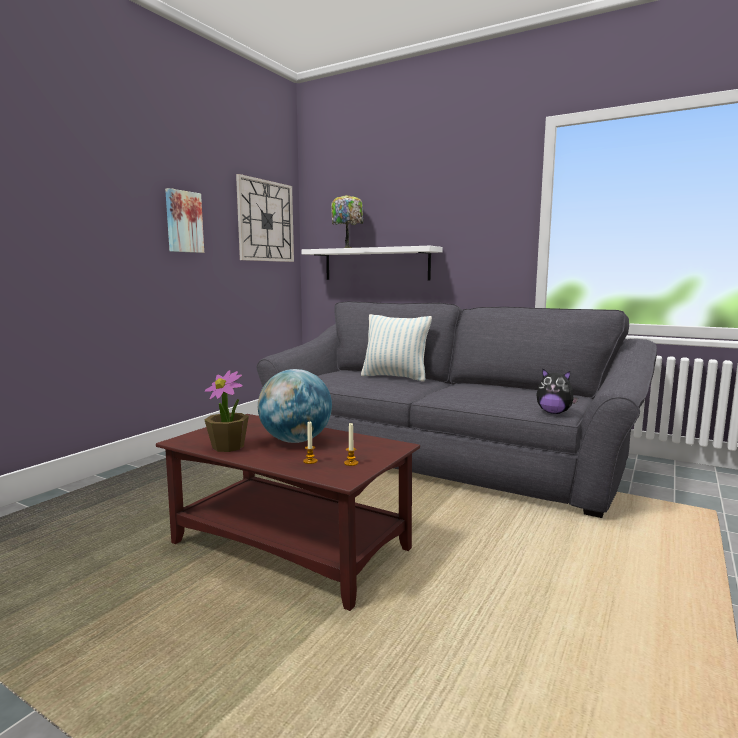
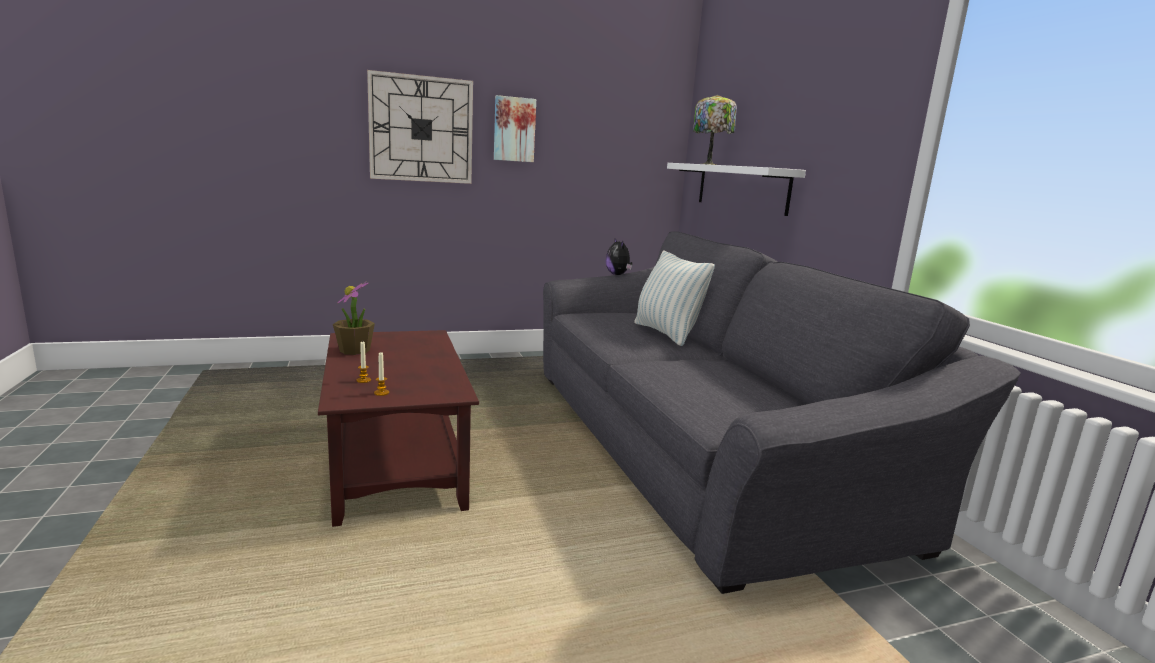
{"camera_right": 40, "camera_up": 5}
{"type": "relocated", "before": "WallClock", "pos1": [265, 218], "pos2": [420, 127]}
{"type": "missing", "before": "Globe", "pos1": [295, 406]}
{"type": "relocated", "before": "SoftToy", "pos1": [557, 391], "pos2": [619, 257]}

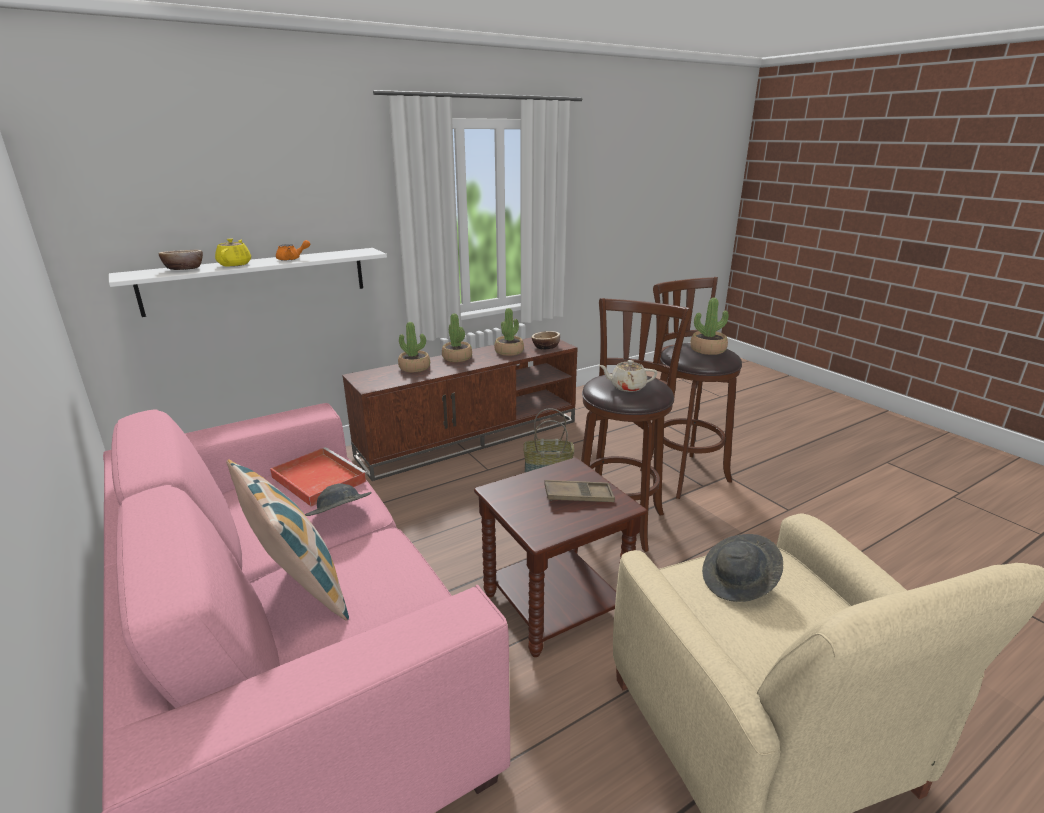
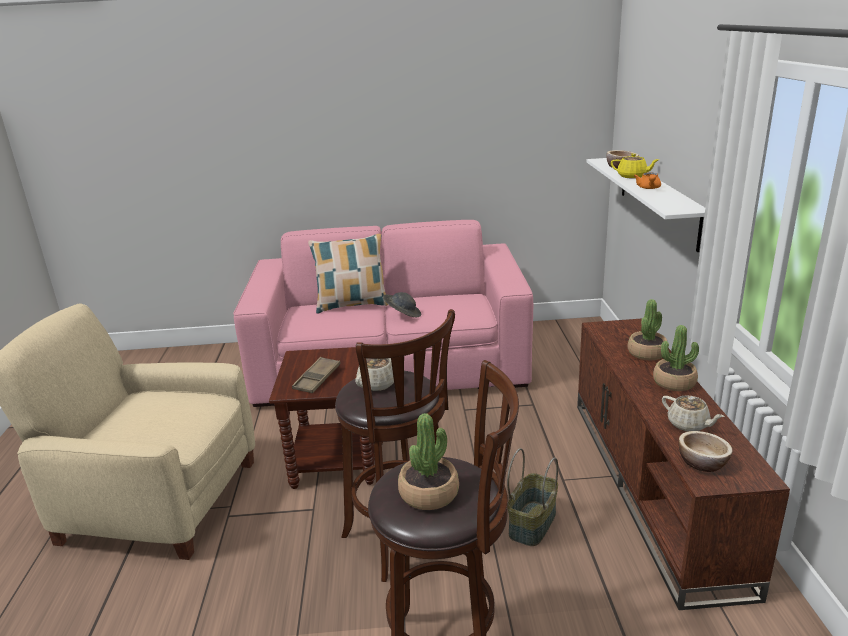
{"camera_right": 120, "camera_up": 0}
{"type": "exchanged", "before": "Houseplant", "after": "BeigeColouredTeapot", "pos1": [509, 332], "pos2": [693, 413]}
{"type": "missing", "before": "RedCarryingTray", "pos1": [319, 477]}
{"type": "missing", "before": "GreyishHat", "pos1": [742, 568]}

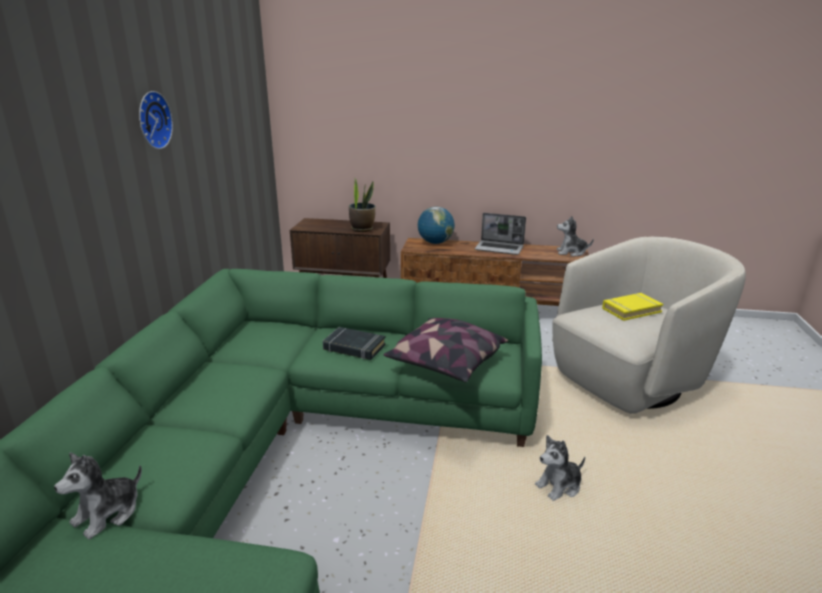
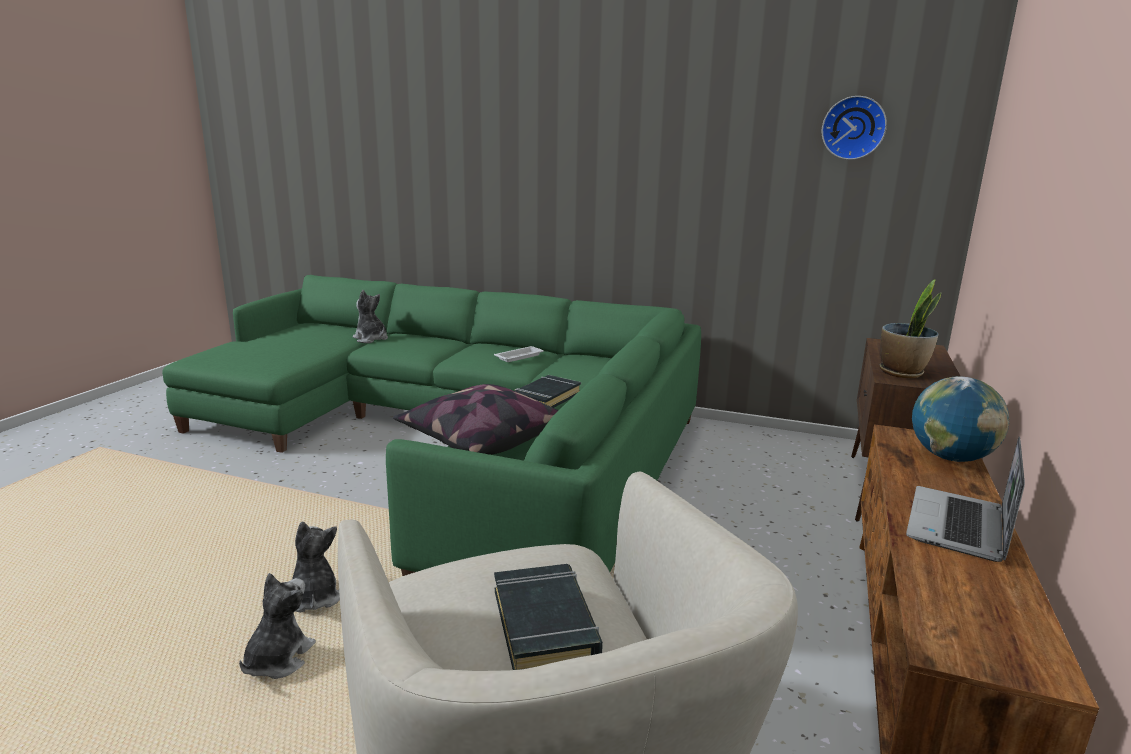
{"camera_right": 100, "camera_up": -5}
{"type": "relocated", "before": "WallClock", "pos1": [156, 120], "pos2": [854, 128]}
{"type": "relocated", "before": "SoftToy", "pos1": [575, 236], "pos2": [277, 626]}
{"type": "colour", "before": "YellowishBoundBook", "after": "BlackColouredBoundBook", "pos1": [632, 307], "pos2": [548, 617]}
{"type": "appeared", "after": "WhitishCarryingTray", "pos2": [519, 354]}

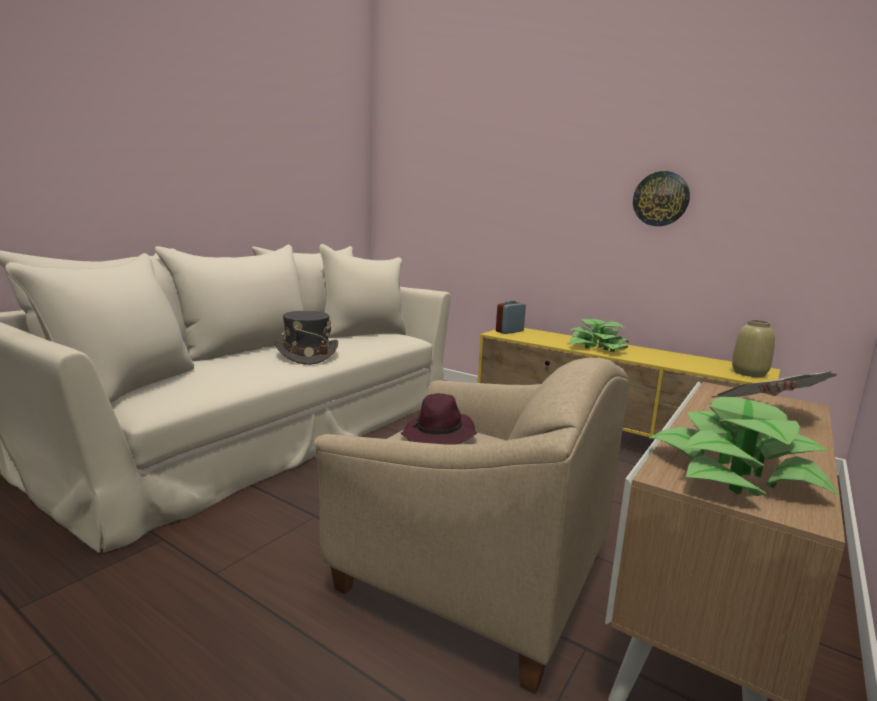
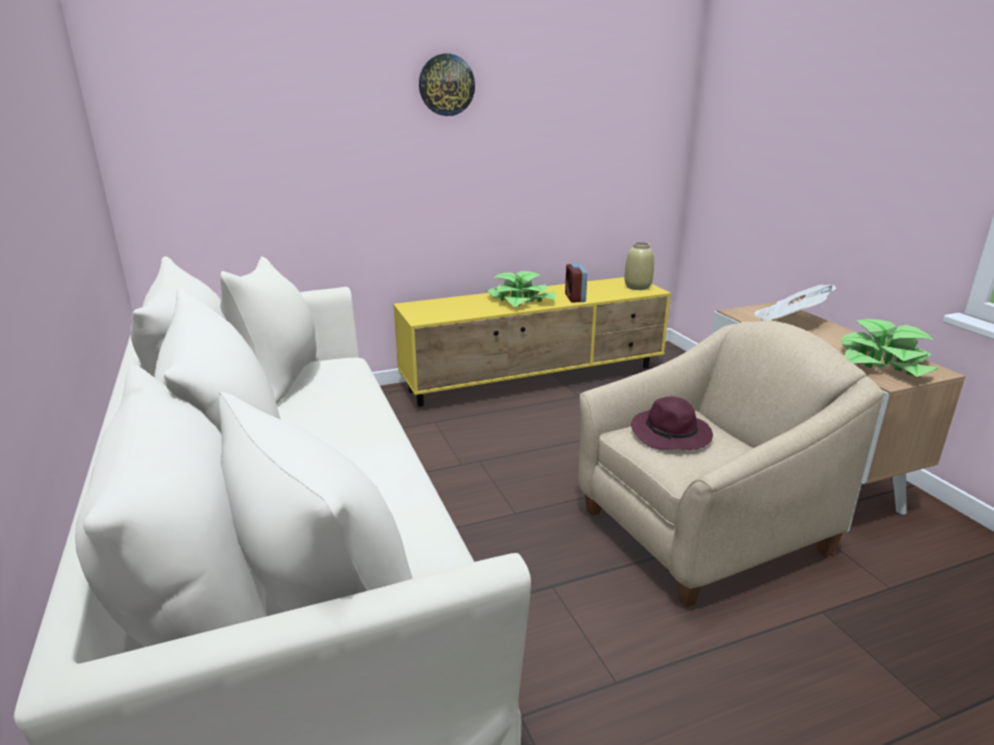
{"camera_right": -55, "camera_up": 10}
{"type": "relocated", "before": "WallClock", "pos1": [661, 198], "pos2": [447, 85]}
{"type": "relocated", "before": "TableClock", "pos1": [511, 317], "pos2": [576, 283]}
{"type": "missing", "before": "GreyishHat", "pos1": [306, 338]}

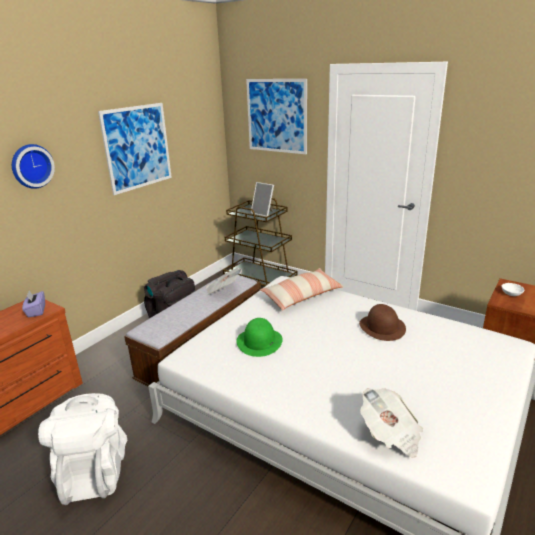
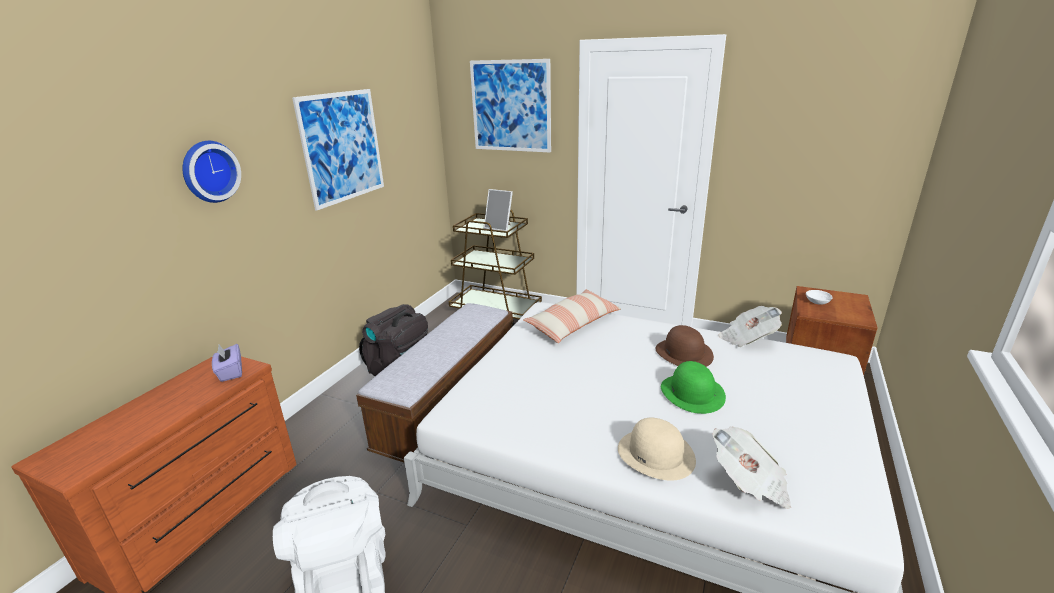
{"camera_right": -10, "camera_up": 0}
{"type": "relocated", "before": "Newspaper", "pos1": [224, 281], "pos2": [750, 326]}
{"type": "relocated", "before": "GreenishHat", "pos1": [259, 337], "pos2": [693, 387]}
{"type": "appeared", "after": "BeigeColouredHat", "pos2": [657, 449]}

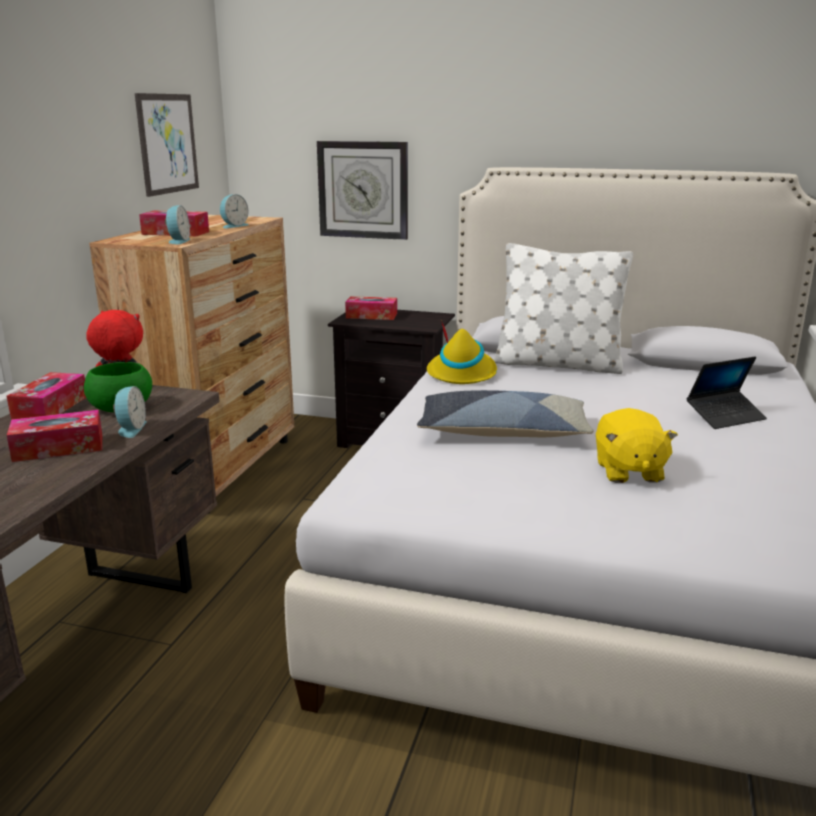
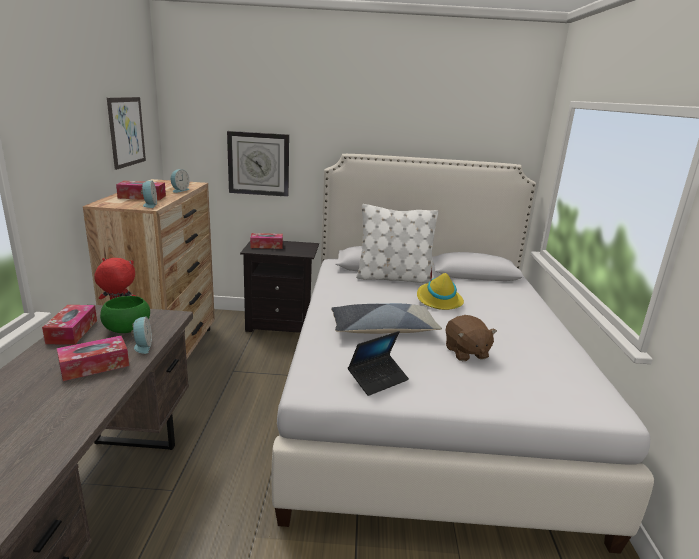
{"camera_right": -15, "camera_up": 0}
{"type": "relocated", "before": "YellowishHat", "pos1": [462, 352], "pos2": [440, 289]}
{"type": "relocated", "before": "PortableComputer", "pos1": [726, 392], "pos2": [378, 363]}
{"type": "colour", "before": "YellowishSoftToy", "after": "BrownColouredSoftToy", "pos1": [637, 445], "pos2": [471, 338]}

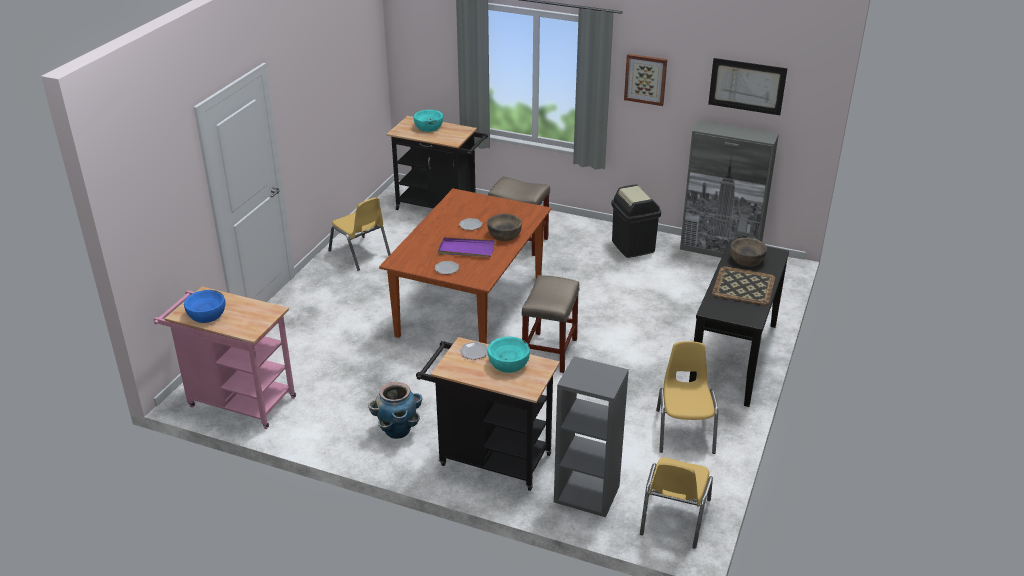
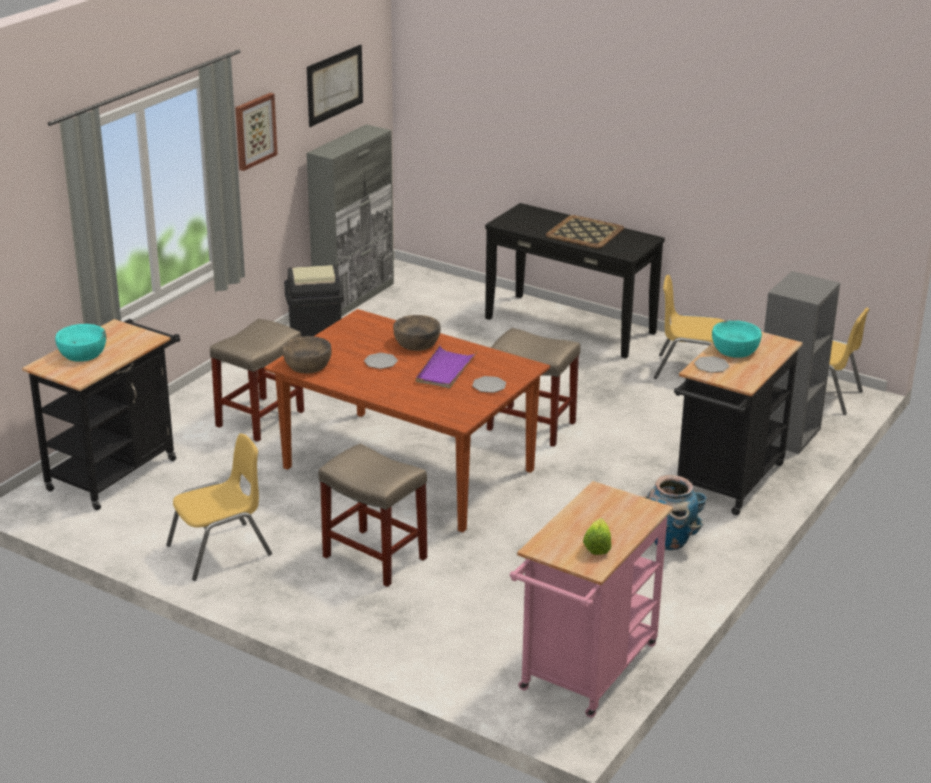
{"camera_right": -80, "camera_up": -5}
{"type": "relocated", "before": "BrownColouredBowl", "pos1": [748, 252], "pos2": [307, 355]}
{"type": "exchanged", "before": "BluishBowl", "after": "Lettuce", "pos1": [205, 306], "pos2": [597, 536]}
{"type": "appeared", "after": "BeigeColouredSittingStool", "pos2": [373, 515]}

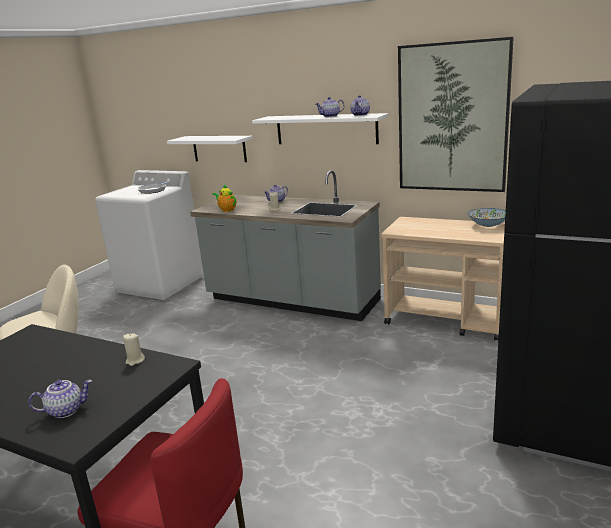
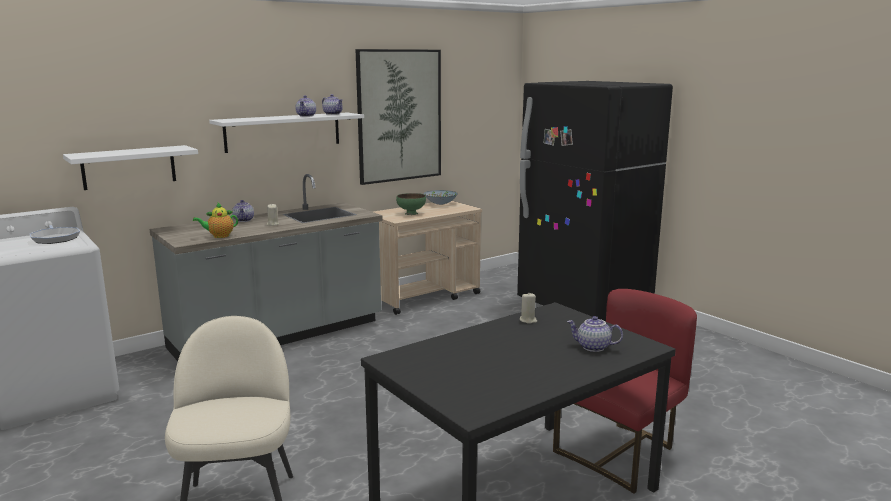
{"camera_right": -65, "camera_up": -5}
{"type": "spun", "before": "Teapot", "pos1": [60, 399], "pos2": [595, 334], "turn": -75}
{"type": "appeared", "after": "GreenishBowl", "pos2": [411, 204]}

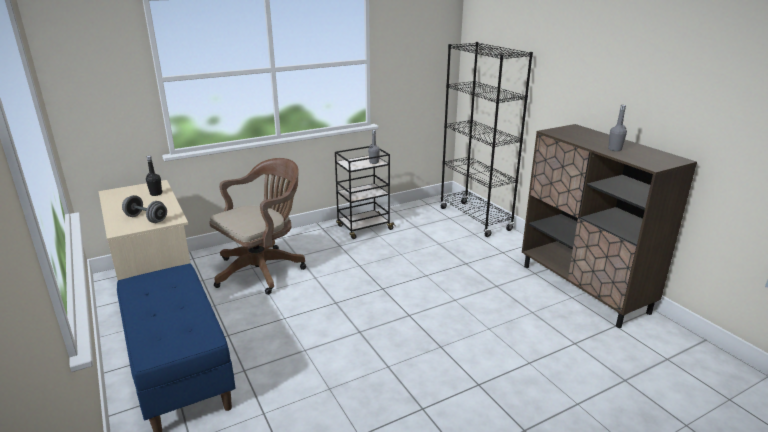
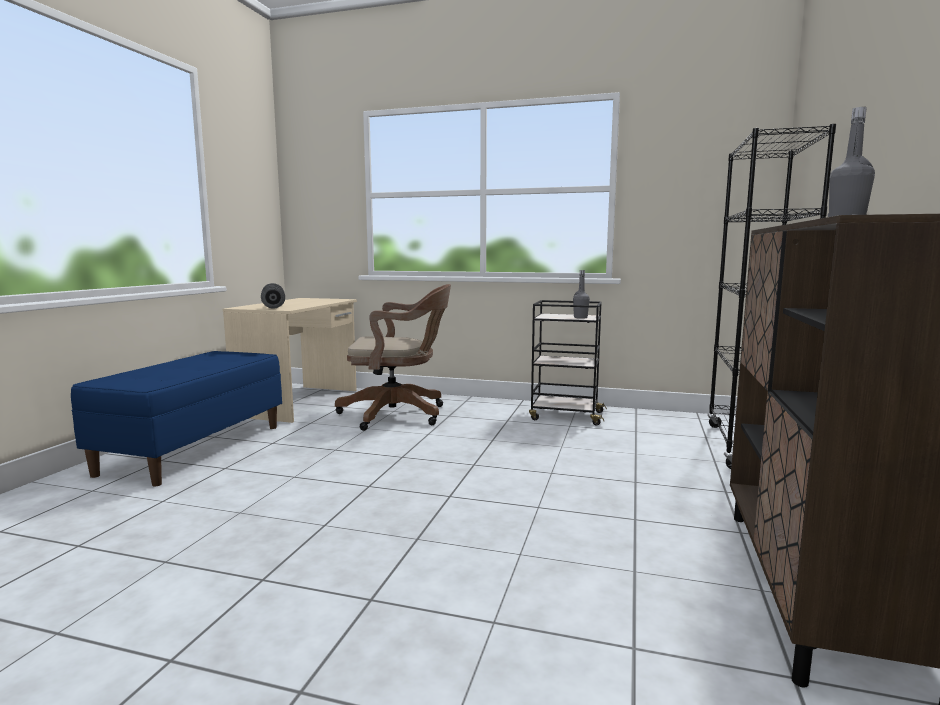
{"camera_right": 45, "camera_up": -15}
{"type": "missing", "before": "BlackColouredBeverageBottle", "pos1": [154, 176]}

